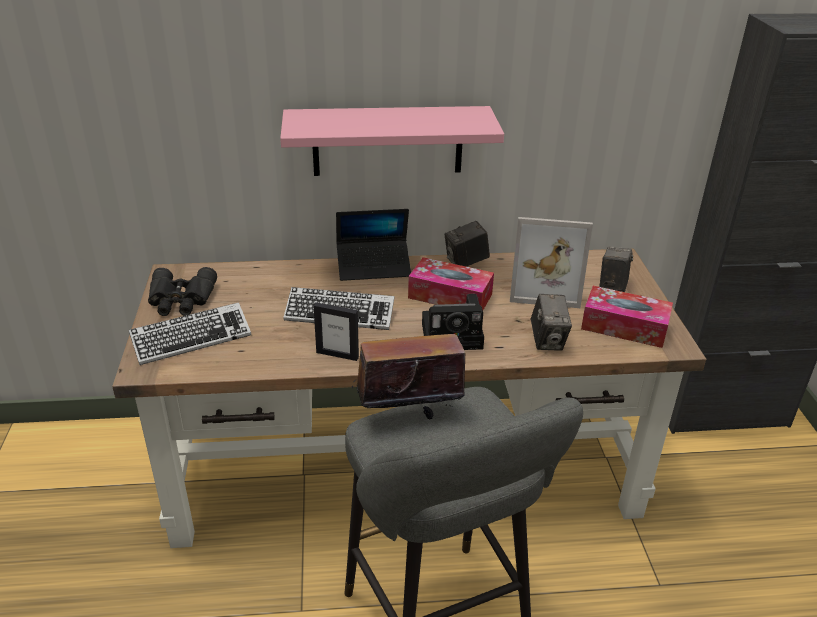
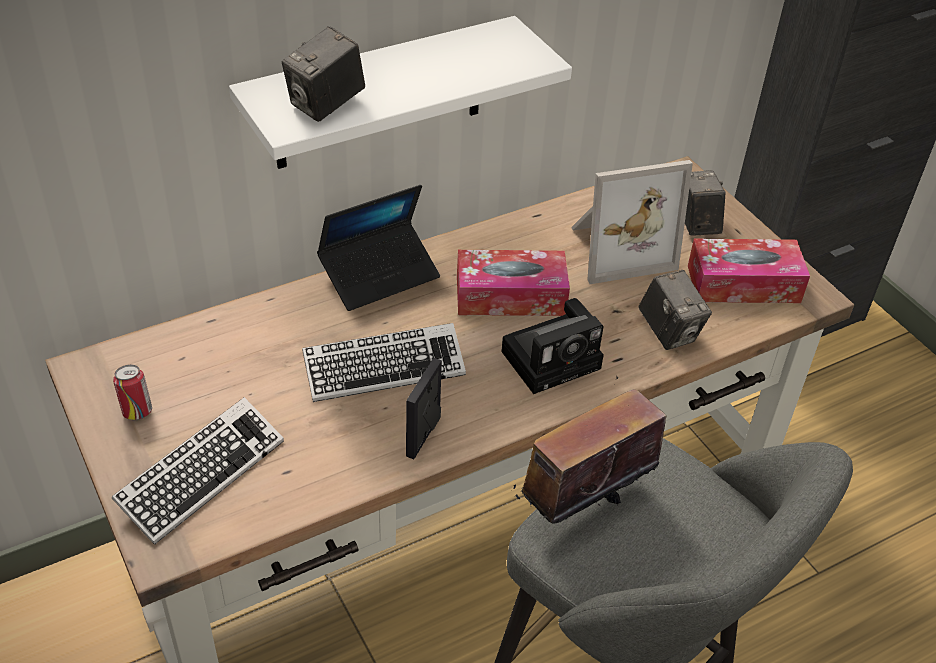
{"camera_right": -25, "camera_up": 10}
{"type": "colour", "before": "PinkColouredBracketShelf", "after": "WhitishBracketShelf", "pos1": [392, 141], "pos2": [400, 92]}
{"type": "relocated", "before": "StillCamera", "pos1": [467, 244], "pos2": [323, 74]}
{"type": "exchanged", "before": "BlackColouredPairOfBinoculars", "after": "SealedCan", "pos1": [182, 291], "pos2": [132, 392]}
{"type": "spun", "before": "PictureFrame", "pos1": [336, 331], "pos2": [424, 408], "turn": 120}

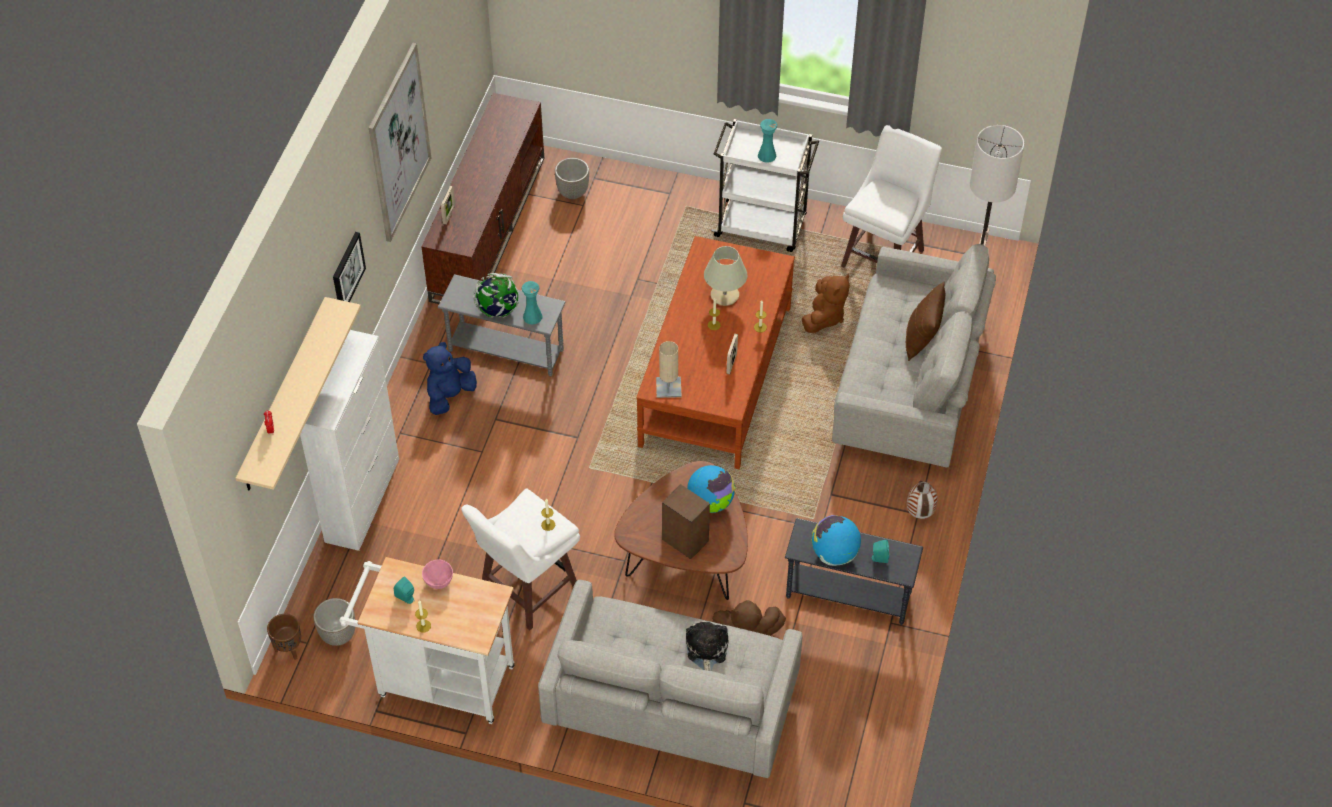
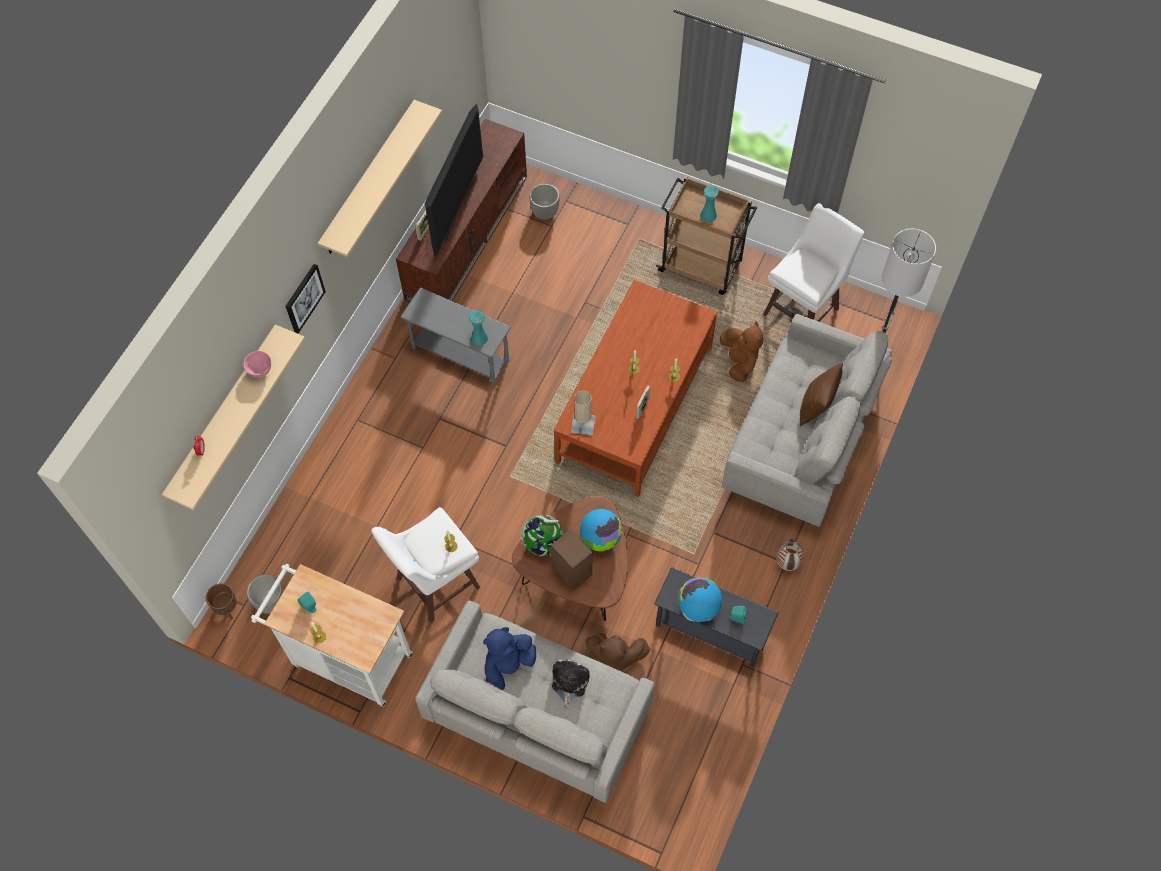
{"camera_right": 10, "camera_up": 10}
{"type": "exchanged", "before": "WallPicture", "after": "BeigeColouredBracketShelf", "pos1": [400, 142], "pos2": [380, 178]}
{"type": "colour", "before": "WhitishWheeledCart", "after": "BrownColouredWheeledCart", "pos1": [765, 185], "pos2": [706, 235]}
{"type": "missing", "before": "BeigeColouredLampForATable", "pos1": [726, 276]}
{"type": "relocated", "before": "Globe", "pos1": [496, 295], "pos2": [541, 535]}
{"type": "spun", "before": "BrownColouredSoftToy", "pos1": [826, 303], "pos2": [742, 351], "turn": -45}
{"type": "missing", "before": "WhitishCupboard", "pos1": [349, 440]}
{"type": "relocated", "before": "BluishSoftToy", "pos1": [450, 378], "pos2": [509, 658]}
{"type": "relocated", "before": "PinkColouredBowl", "pos1": [437, 574], "pos2": [257, 364]}
{"type": "appeared", "after": "Tv", "pos2": [454, 180]}

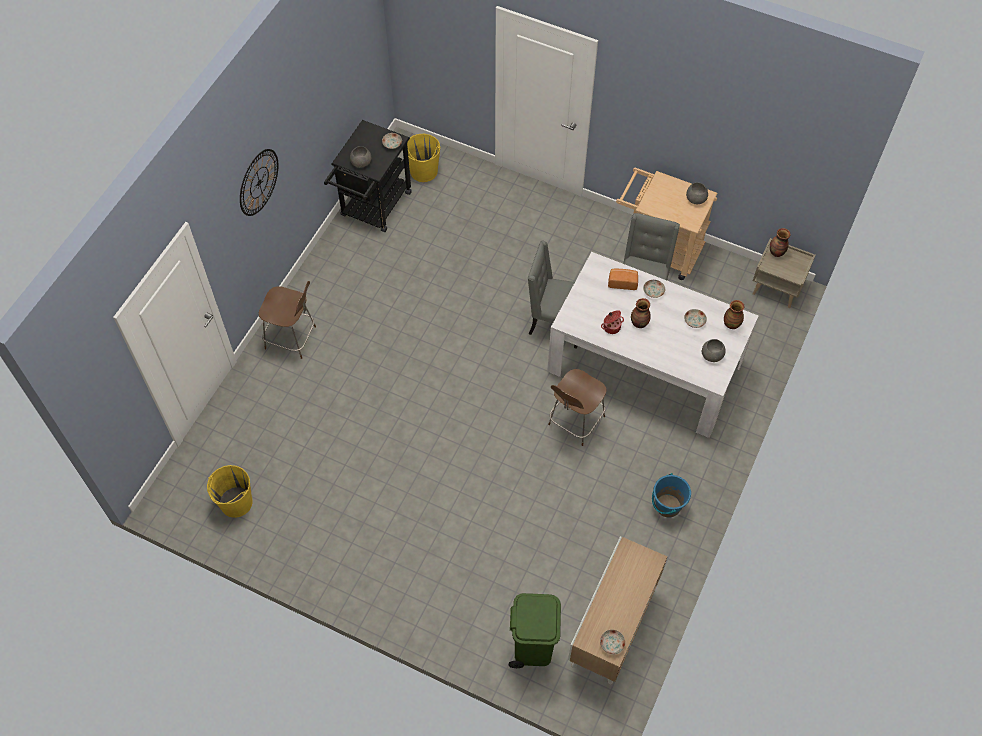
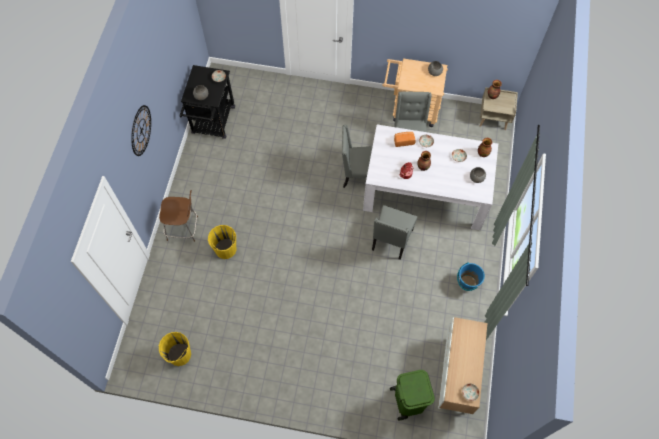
{"camera_right": -15, "camera_up": 5}
{"type": "relocated", "before": "YellowishBucket", "pos1": [423, 158], "pos2": [222, 242]}
{"type": "exchanged", "before": "BrownColouredSittingStool", "after": "GreyishChair", "pos1": [577, 407], "pos2": [394, 232]}

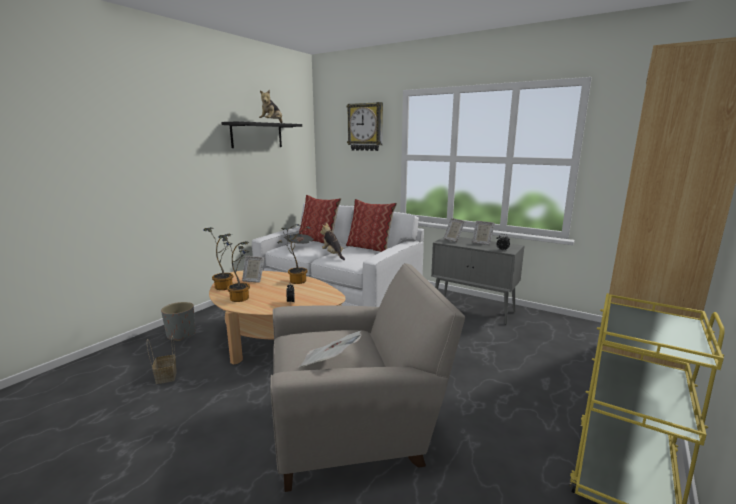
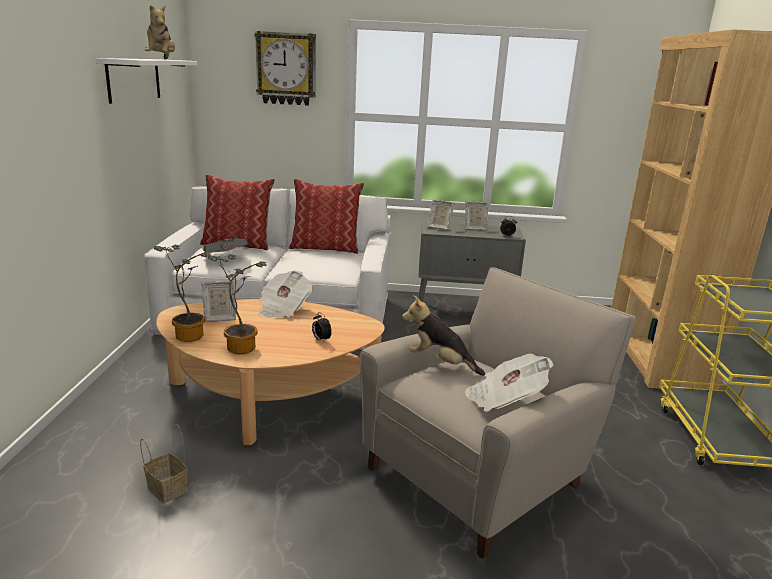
{"camera_right": -30, "camera_up": 5}
{"type": "colour", "before": "BlackColouredBracketShelf", "after": "WhitishBracketShelf", "pos1": [261, 134], "pos2": [146, 81]}
{"type": "relocated", "before": "SoftToy", "pos1": [332, 241], "pos2": [443, 335]}
{"type": "exchanged", "before": "Houseplant", "after": "Newspaper", "pos1": [293, 254], "pos2": [286, 294]}
{"type": "missing", "before": "GreyishPlanter", "pos1": [178, 321]}

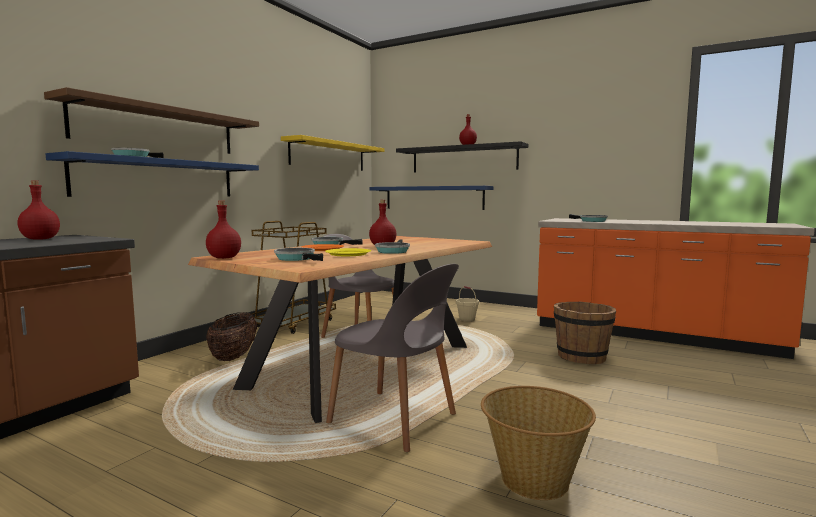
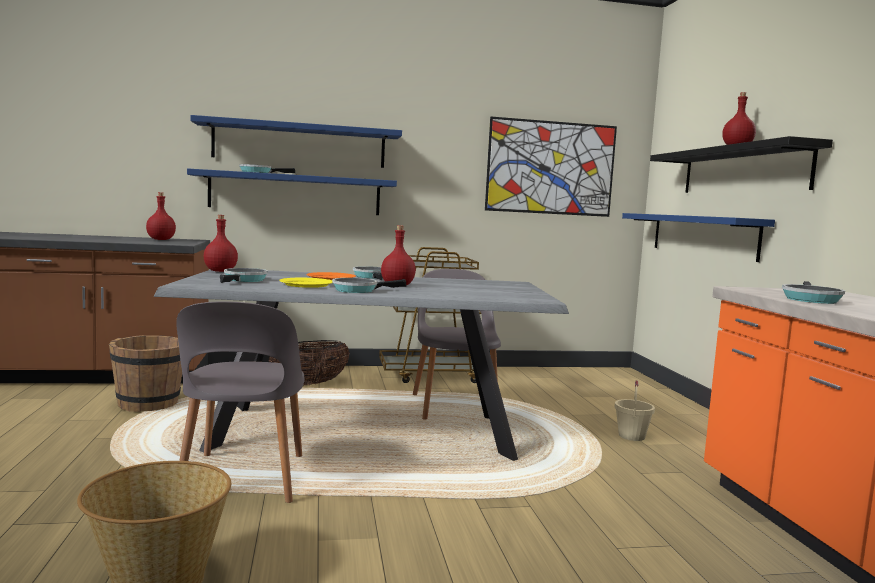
{"camera_right": 50, "camera_up": 0}
{"type": "colour", "before": "BrownColouredBracketShelf", "after": "BluishBracketShelf", "pos1": [151, 120], "pos2": [296, 141]}
{"type": "exchanged", "before": "YellowishBracketShelf", "after": "WallPicture", "pos1": [333, 153], "pos2": [551, 167]}
{"type": "colour", "before": "BrownColouredKitchenTable", "after": "GreyishKitchenTable", "pos1": [340, 329], "pos2": [361, 365]}
{"type": "relocated", "before": "BrownColouredBucket", "pos1": [585, 332], "pos2": [145, 373]}

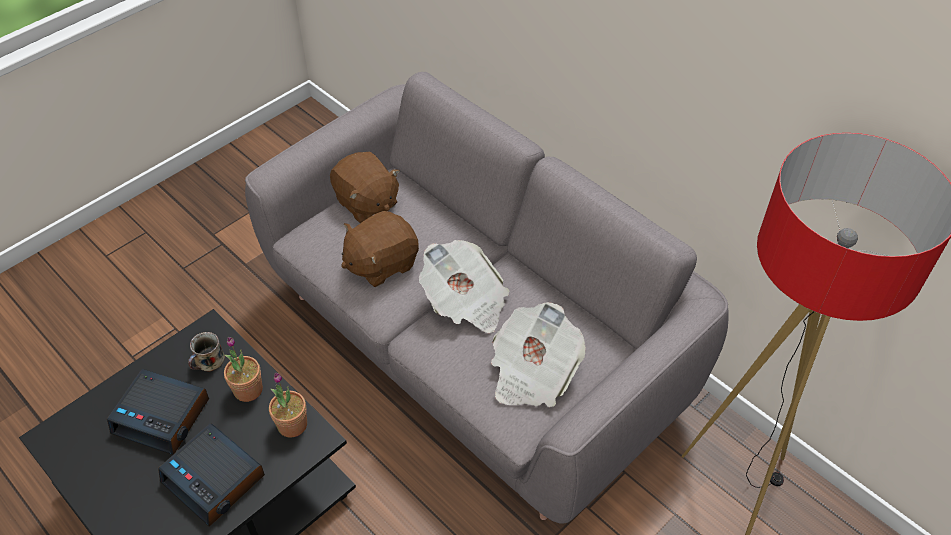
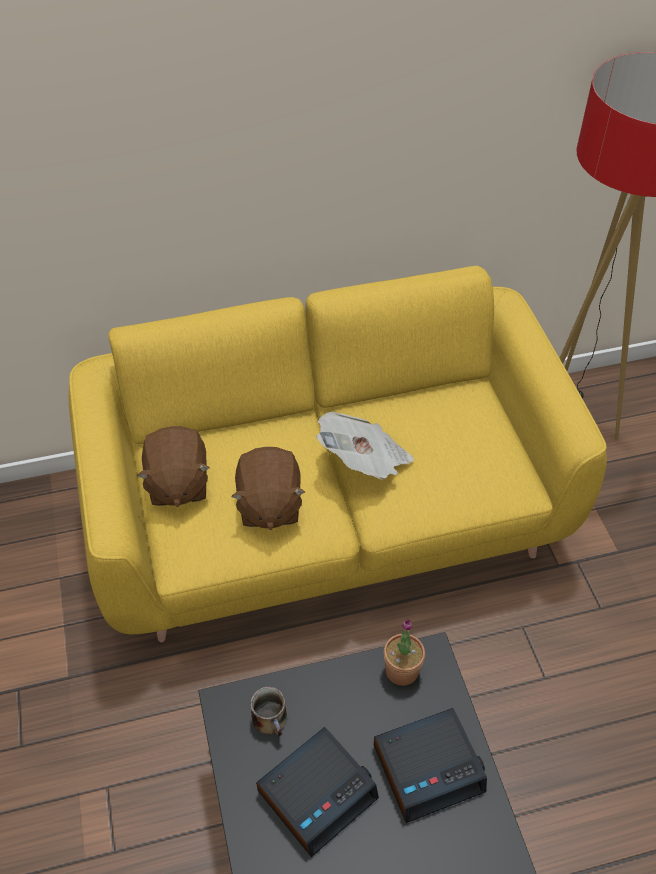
{"camera_right": -60, "camera_up": 0}
{"type": "colour", "before": "GreyishSettee", "after": "YellowishSettee", "pos1": [487, 298], "pos2": [338, 454]}
{"type": "spun", "before": "BrownColouredSoftToy", "pos1": [365, 187], "pos2": [173, 466], "turn": 90}
{"type": "missing", "before": "Newspaper", "pos1": [538, 354]}
{"type": "missing", "before": "Houseplant", "pos1": [243, 369]}

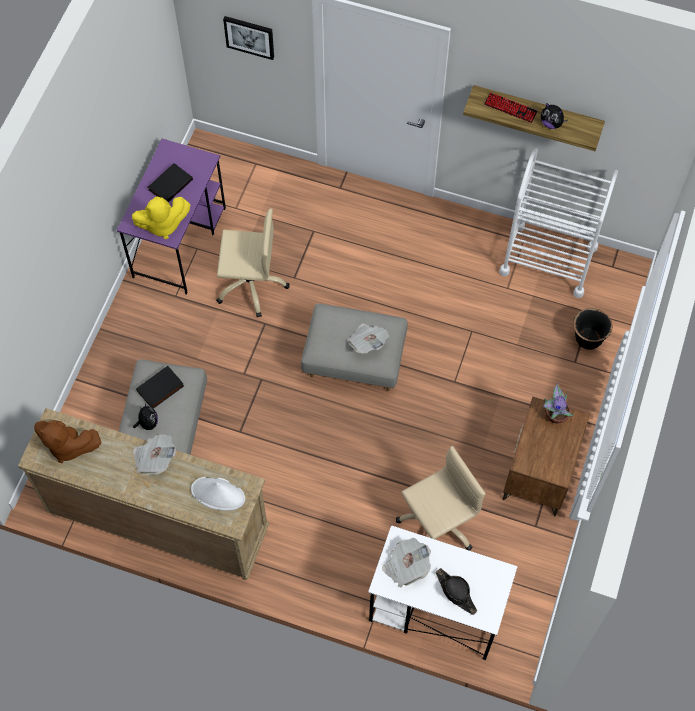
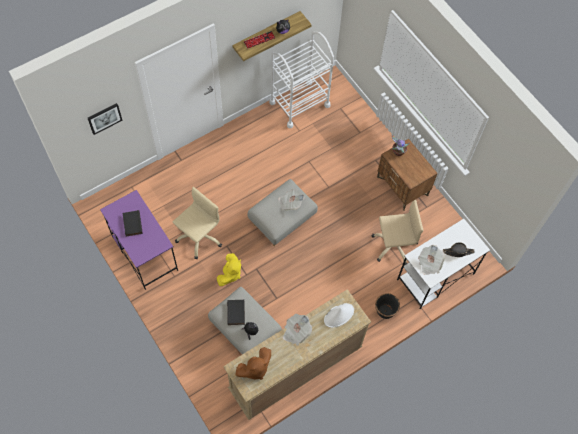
{"camera_right": -55, "camera_up": 0}
{"type": "relocated", "before": "YellowishSoftToy", "pos1": [161, 218], "pos2": [229, 269]}
{"type": "relocated", "before": "BlackColouredPlanter", "pos1": [592, 329], "pos2": [387, 306]}
{"type": "spun", "before": "BeigeColouredComputerChair", "pos1": [441, 498], "pos2": [398, 232], "turn": 75}

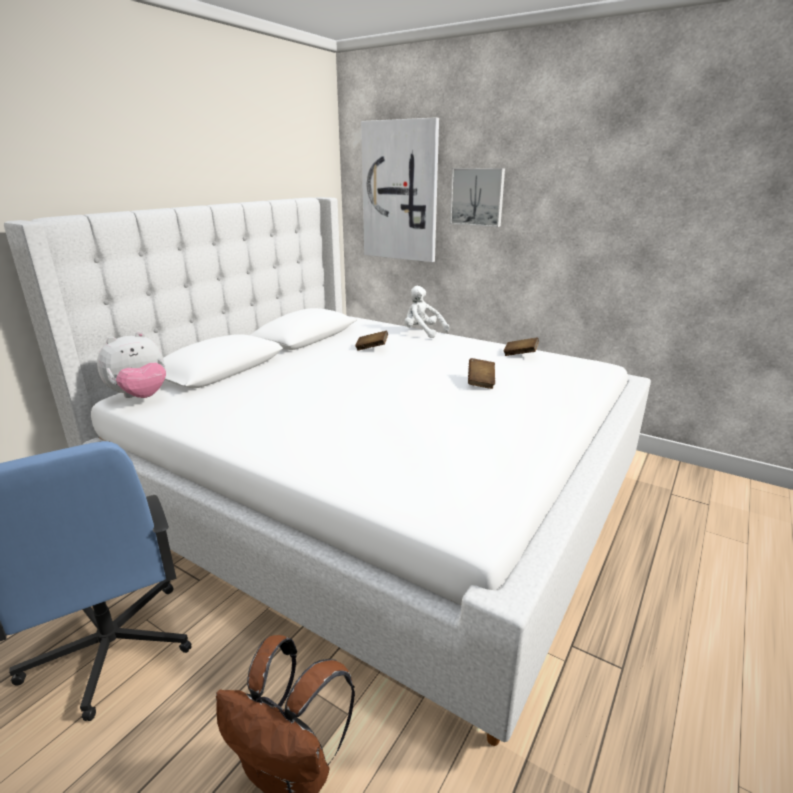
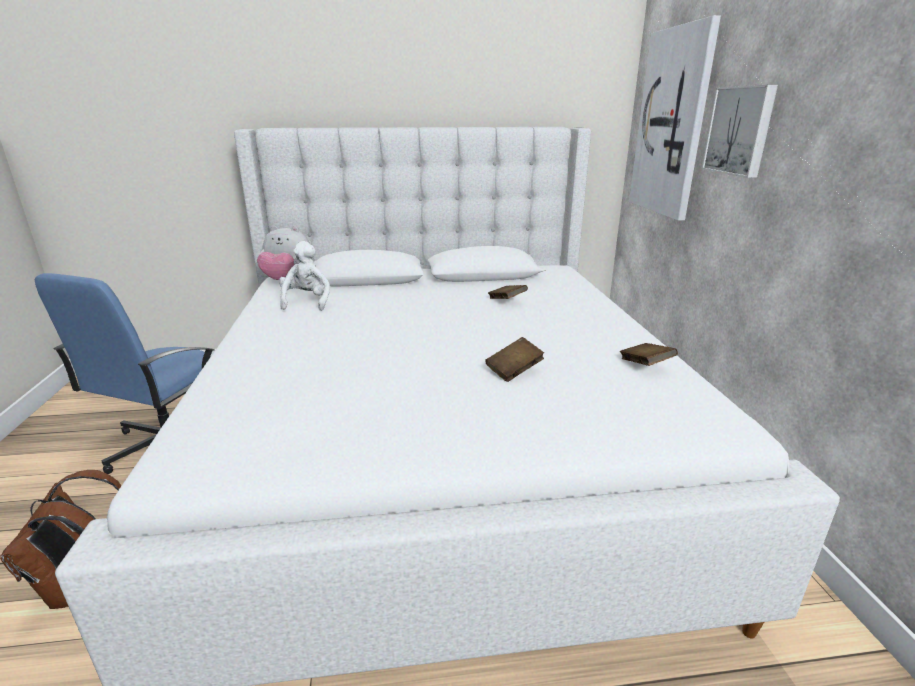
{"camera_right": 50, "camera_up": 0}
{"type": "relocated", "before": "WhitishSoftToy", "pos1": [426, 312], "pos2": [304, 276]}

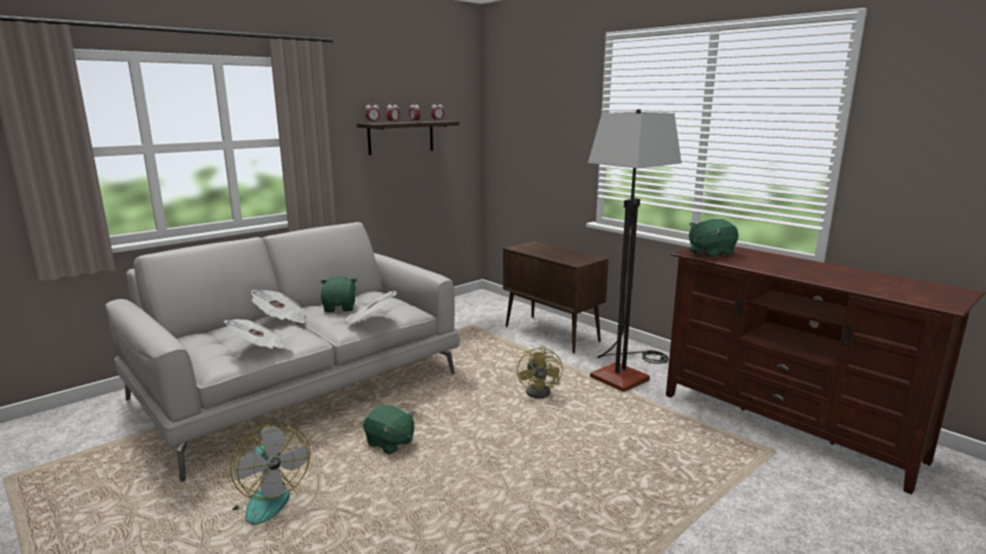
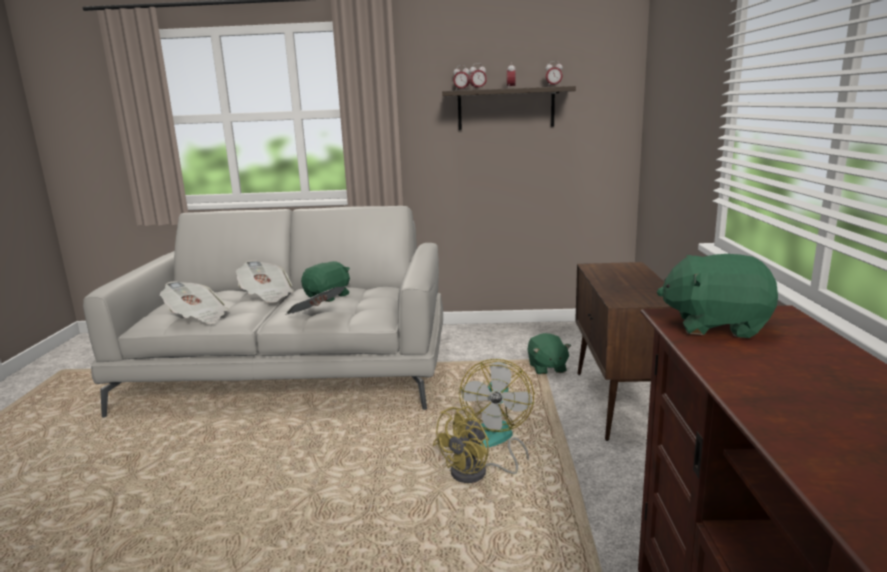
{"camera_right": 45, "camera_up": 0}
{"type": "missing", "before": "StandardLamp", "pos1": [634, 250]}
{"type": "relocated", "before": "GreenishSoftToy", "pos1": [388, 429], "pos2": [549, 353]}
{"type": "relocated", "before": "ElectricFan", "pos1": [270, 474], "pos2": [496, 403]}

